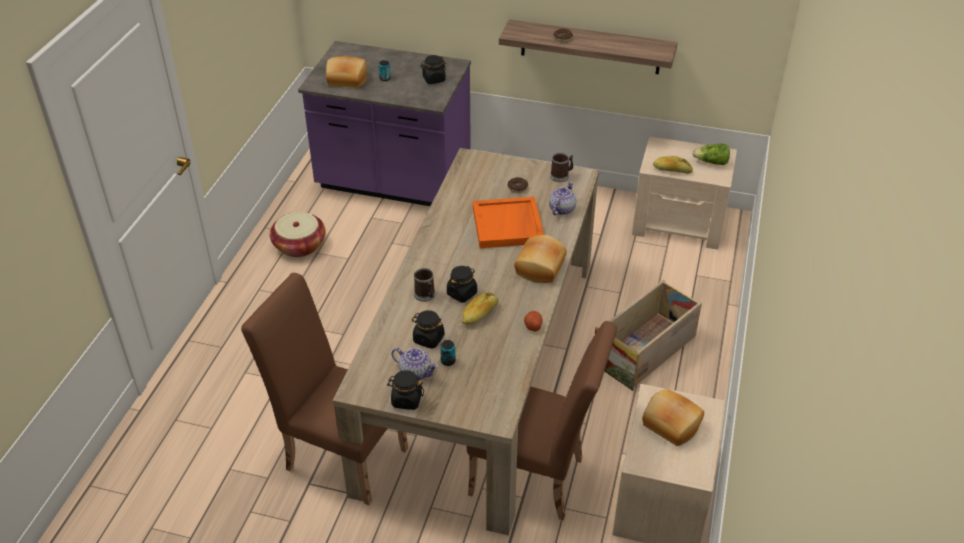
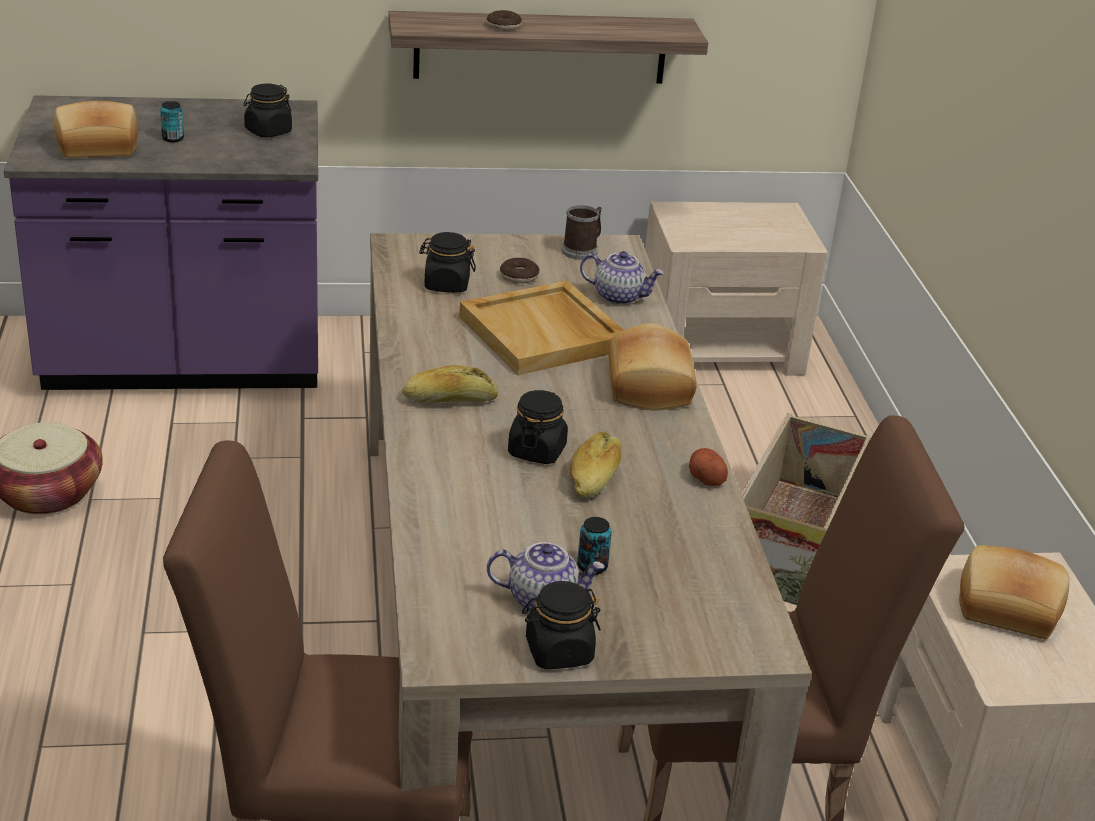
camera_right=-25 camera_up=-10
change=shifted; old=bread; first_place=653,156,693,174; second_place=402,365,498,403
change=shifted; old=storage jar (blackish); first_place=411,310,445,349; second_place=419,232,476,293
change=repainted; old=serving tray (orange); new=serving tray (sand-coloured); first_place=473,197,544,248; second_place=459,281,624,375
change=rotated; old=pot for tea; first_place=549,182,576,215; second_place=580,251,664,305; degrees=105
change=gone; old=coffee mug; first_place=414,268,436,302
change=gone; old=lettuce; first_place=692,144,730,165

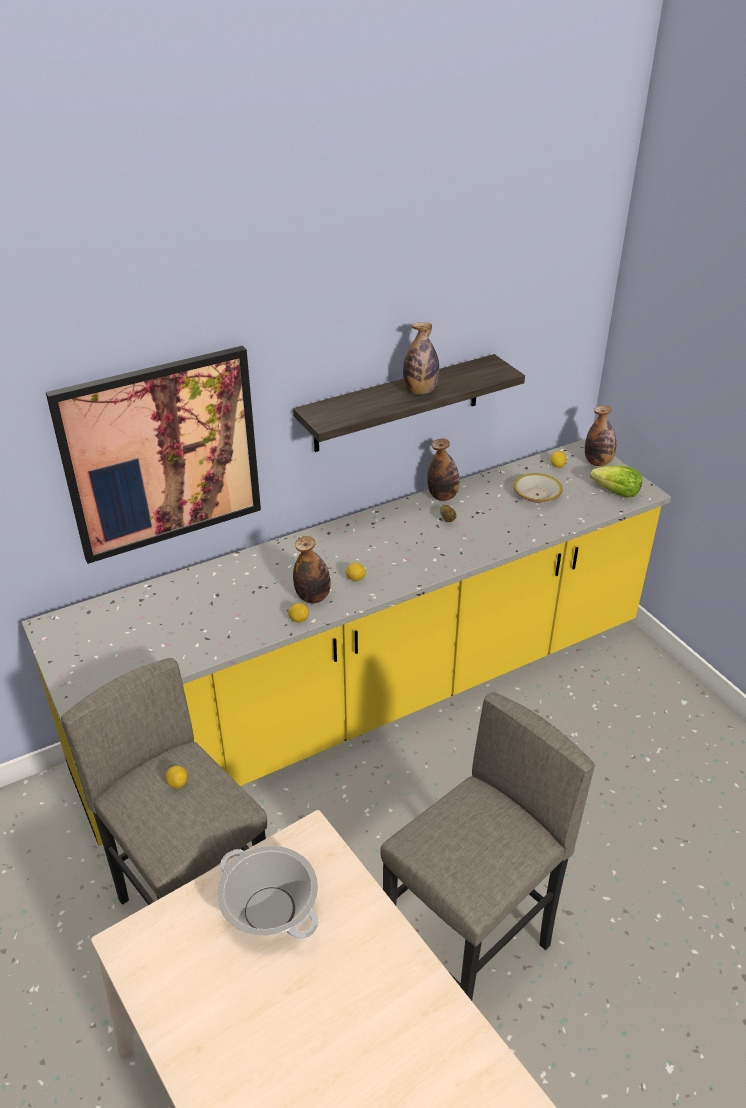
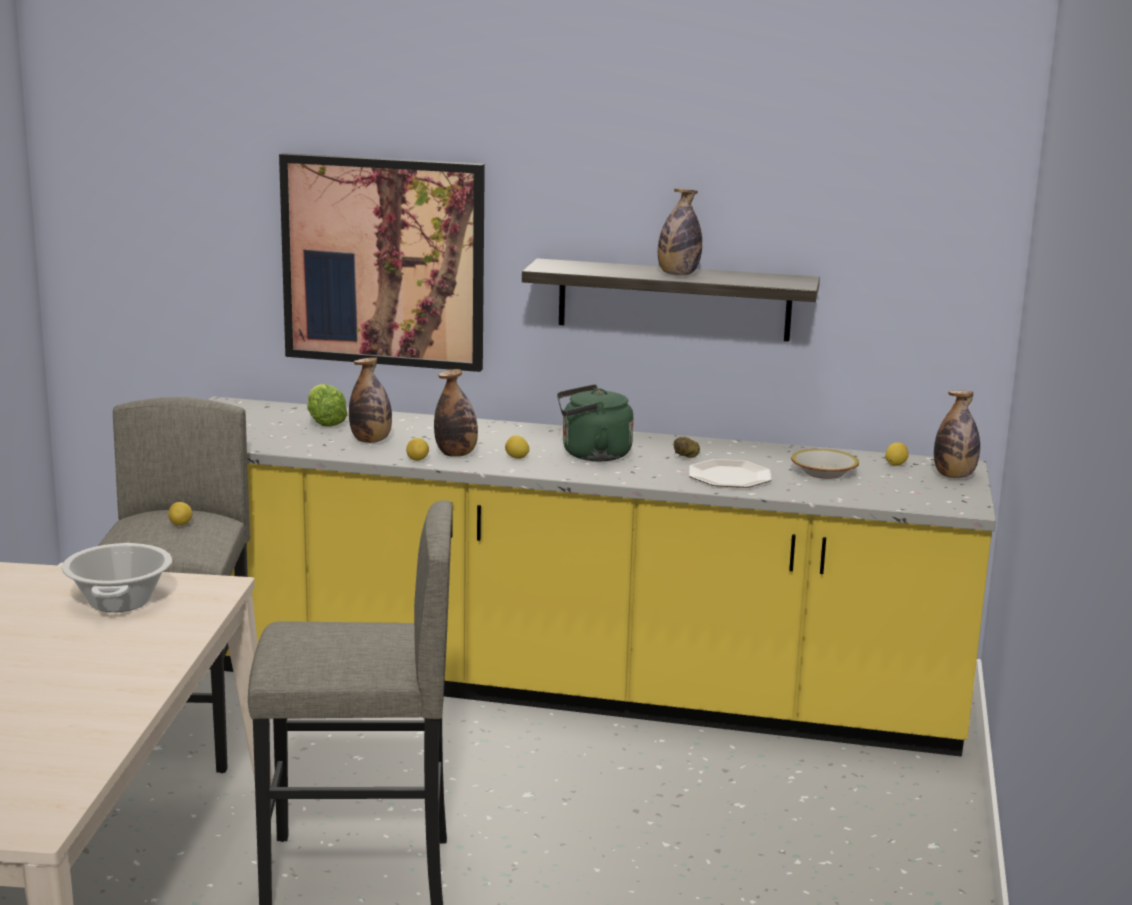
camera_right=40 camera_up=-20
change=shifted; old=lettuce; first_place=590,465,642,497; second_place=307,384,348,427
change=shifted; old=drink bottle; first_place=427,439,460,501; second_place=349,357,392,443
change=new; new=kettle (green); second_place=557,384,634,461
change=new; new=dinner plate; second_place=689,459,772,488

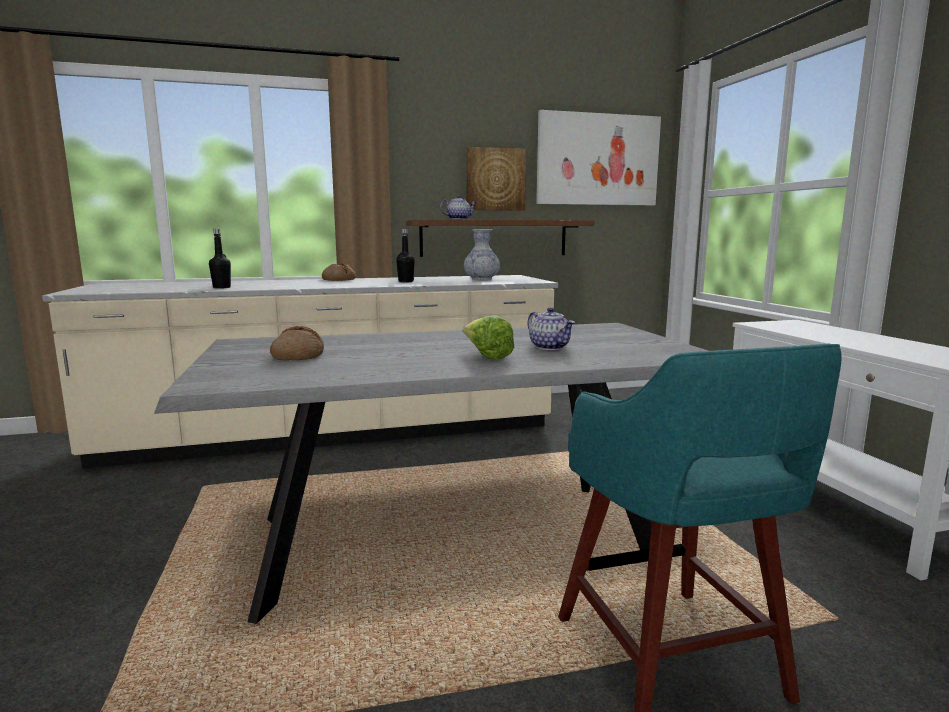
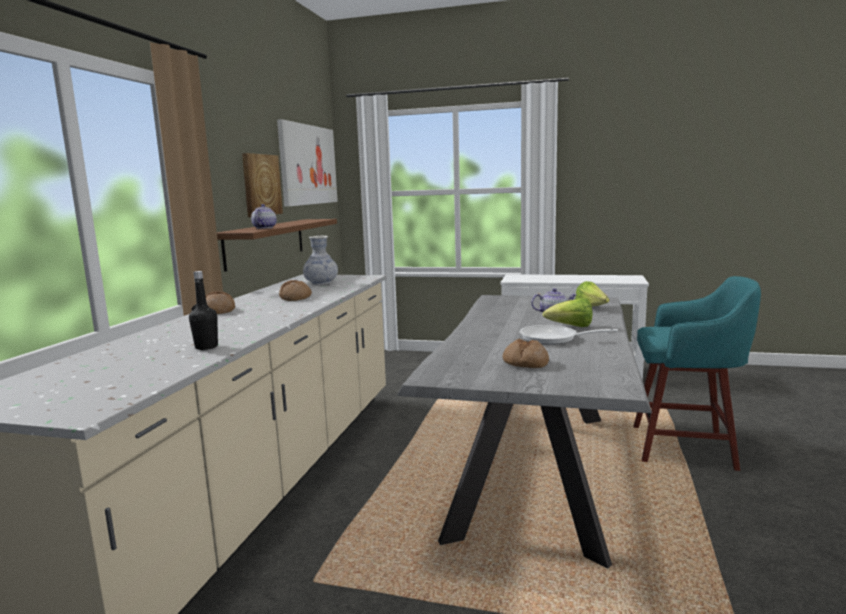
camera_right=-60 camera_up=0
change=swapped; old=drink bottle (blackish); new=bread; first_place=396,229,415,282; second_place=279,280,312,301
change=new; new=frying pan; second_place=520,325,618,345
change=new; new=lettuce; second_place=575,281,609,306

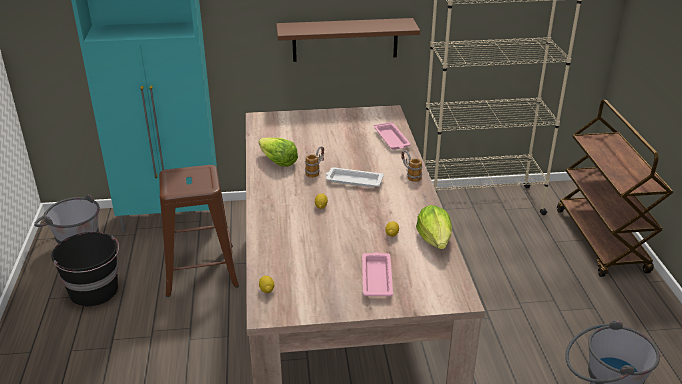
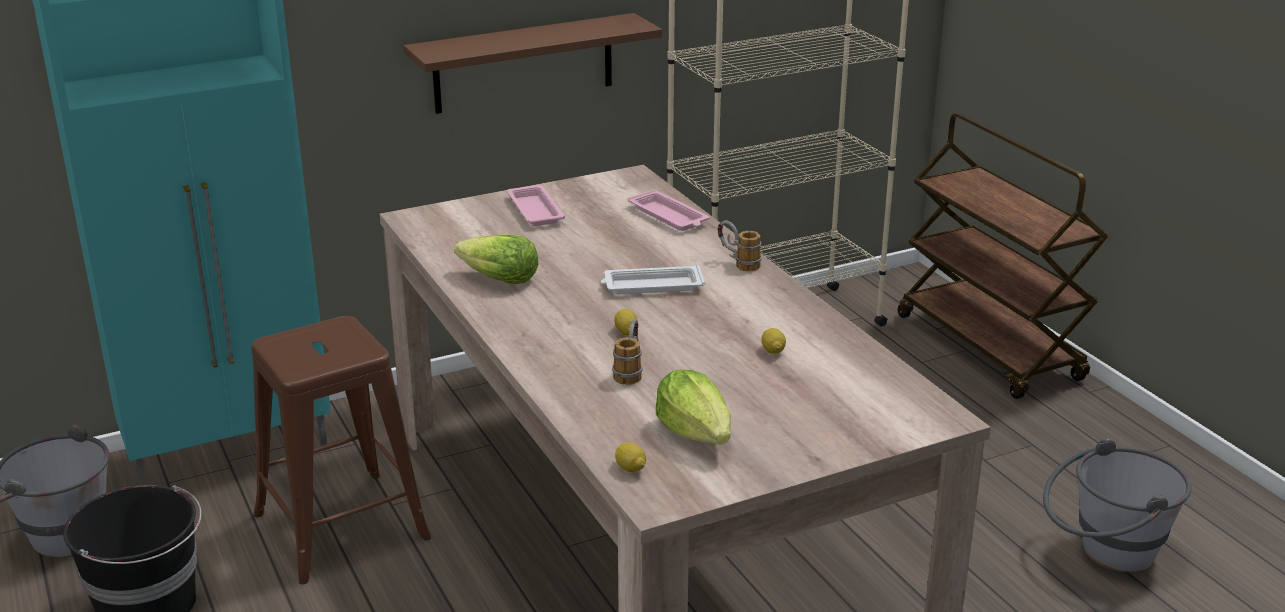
camera_right=-20 camera_up=-5
change=shifted; old=serving tray (pinkish); first_place=362,252,393,296; second_place=507,185,565,226
change=shifted; old=coffee mug; first_place=305,146,324,178; second_place=612,319,643,385
change=shifted; old=lettuce; first_place=416,205,452,249; second_place=656,370,731,444

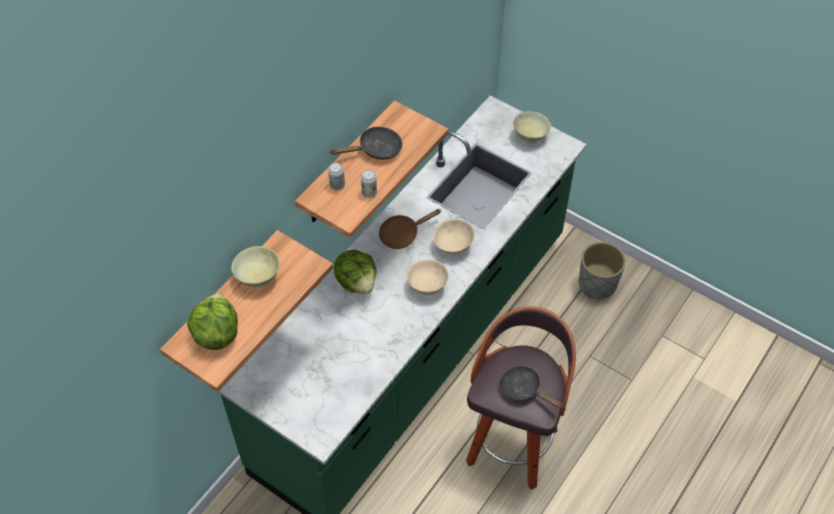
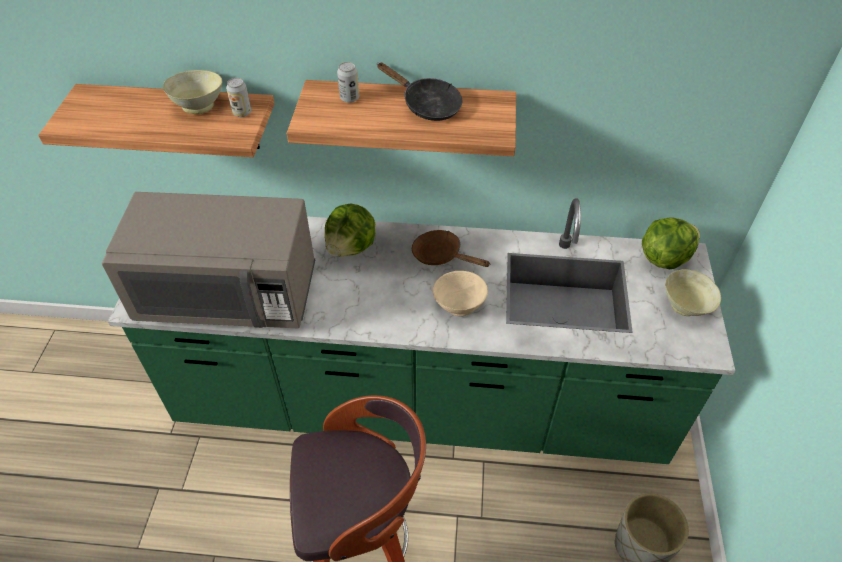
camera_right=60 camera_up=-5
change=new; new=kitchen microwave (greyish); second_place=102,192,315,329
change=shifted; old=metal can; first_place=361,170,377,198; second_place=226,78,251,117
change=shifted; old=lettuce; first_place=187,293,238,350; second_place=642,217,700,269
change=gone; old=serving bowl (sand-coloured); first_place=407,259,449,296
change=gone; old=frying pan (blackish); first_place=499,366,564,409

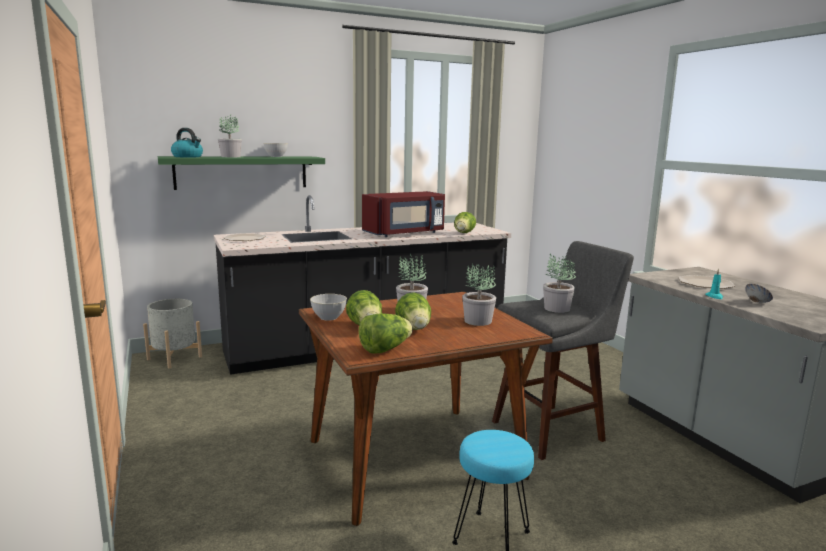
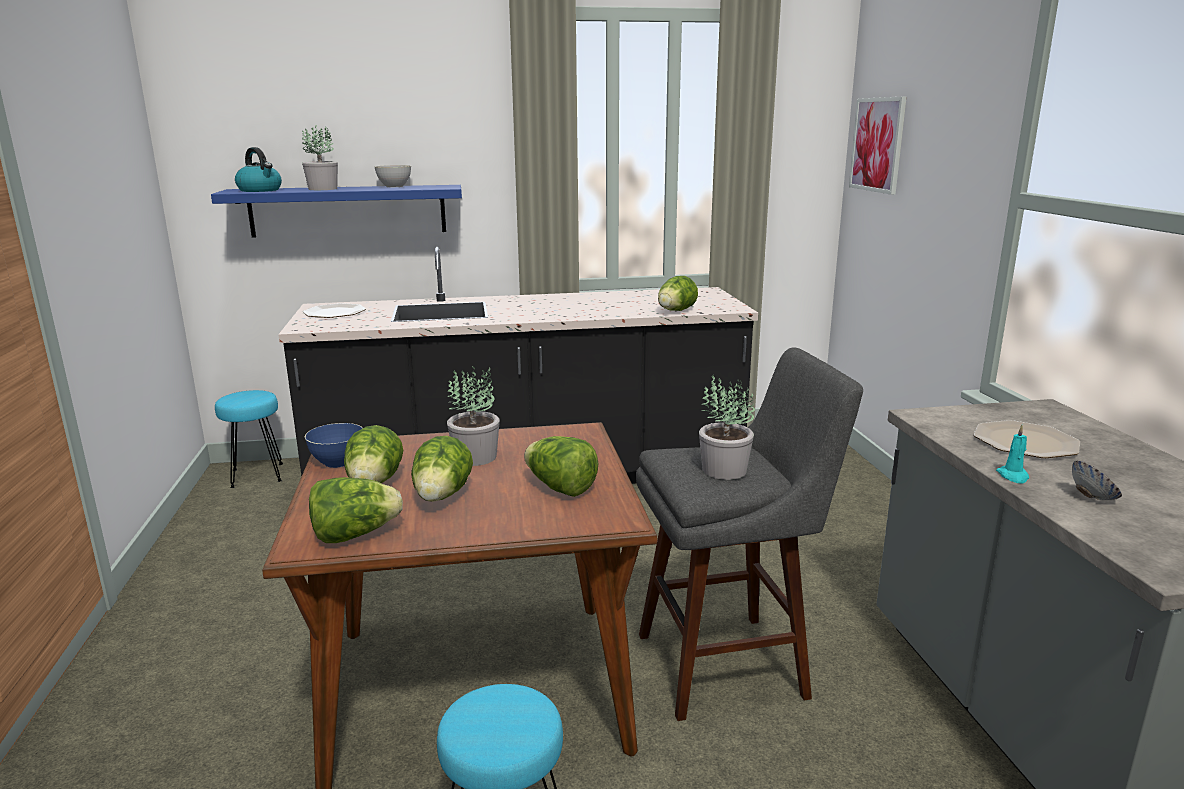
camera_right=15 camera_up=5
change=repainted; old=shelf (green); new=shelf (bluish); first_place=158,156,325,190; second_place=211,185,462,238
change=swapped; old=flower pot (greyish); new=stool (turquoise-coloured); first_place=143,299,202,369; second_place=215,390,283,488
change=repainted; old=serving bowl (greyish); new=serving bowl (bluish); first_place=310,294,347,321; second_place=305,423,363,468
change=swapped; old=plant in a pot; new=lettuce; first_place=462,264,496,326; second_place=524,436,599,497
change=new; new=wall picture; second_place=849,97,907,195
change=gone; old=kitchen microwave (red); first_place=362,191,445,237

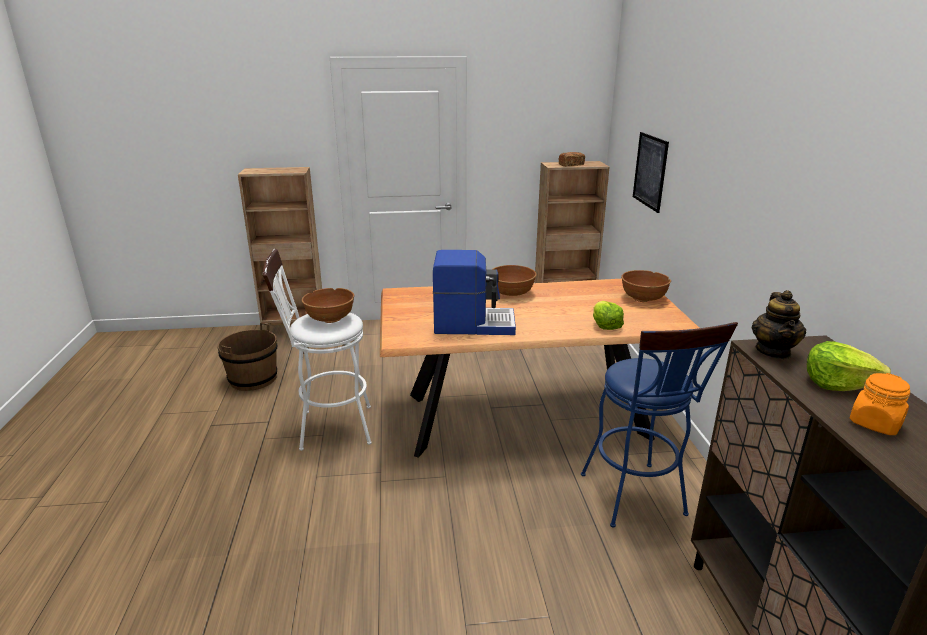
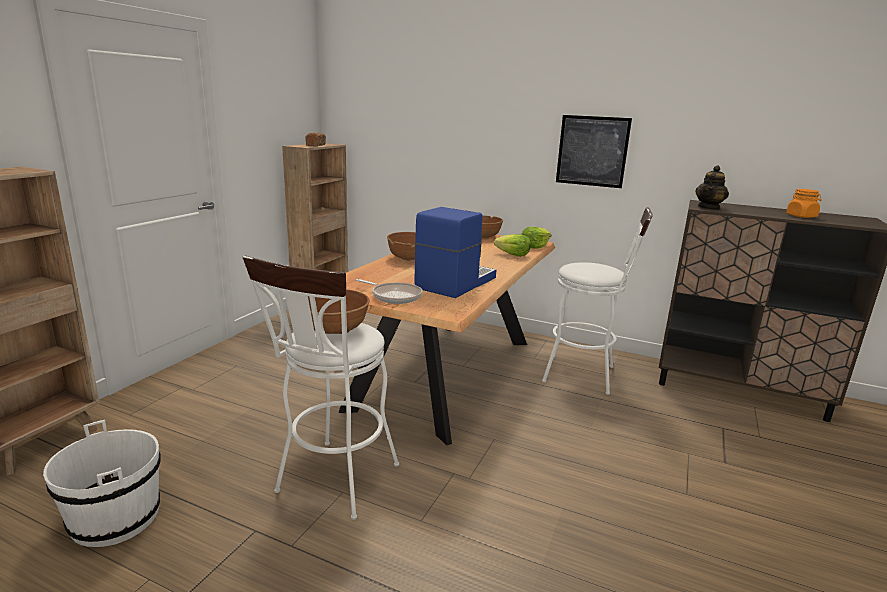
camera_right=-60 camera_up=-5
change=repainted; old=bucket (brownish); new=bucket (white); first_place=217,323,277,391; second_place=43,420,160,547
change=new; new=frying pan; second_place=356,279,423,304
change=shifted; old=lettuce; first_place=807,341,891,391; second_place=521,227,551,249
change=repainted; old=stool (bluish); new=stool (white); first_place=581,322,738,527; second_place=542,207,653,395
change=shifted; old=wall picture; first_place=633,132,669,213; second_place=556,115,632,188
change=rotated; old=pot for tea; first_place=751,290,806,359; second_place=695,165,729,210; degrees=90

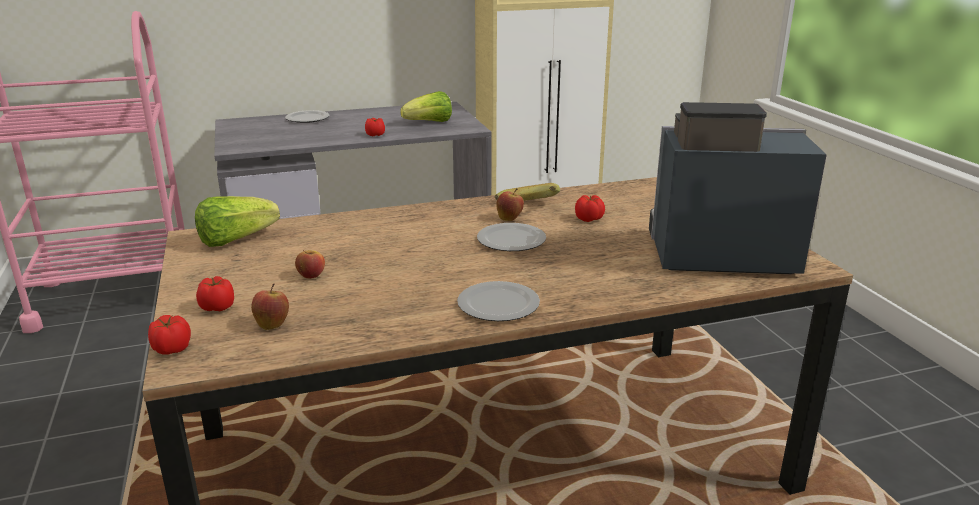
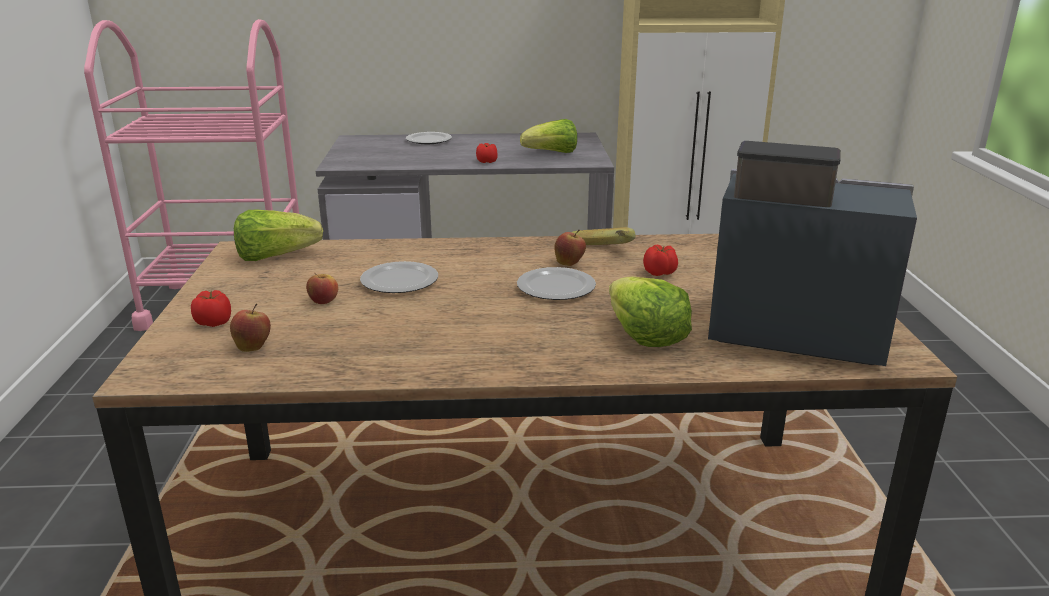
camera_right=15 camera_up=0
change=shifted; old=dinner plate; first_place=457,281,540,321; second_place=360,261,438,293
change=new; new=lettuce; second_place=609,276,692,347
change=gone; old=tomato; first_place=148,315,191,355

